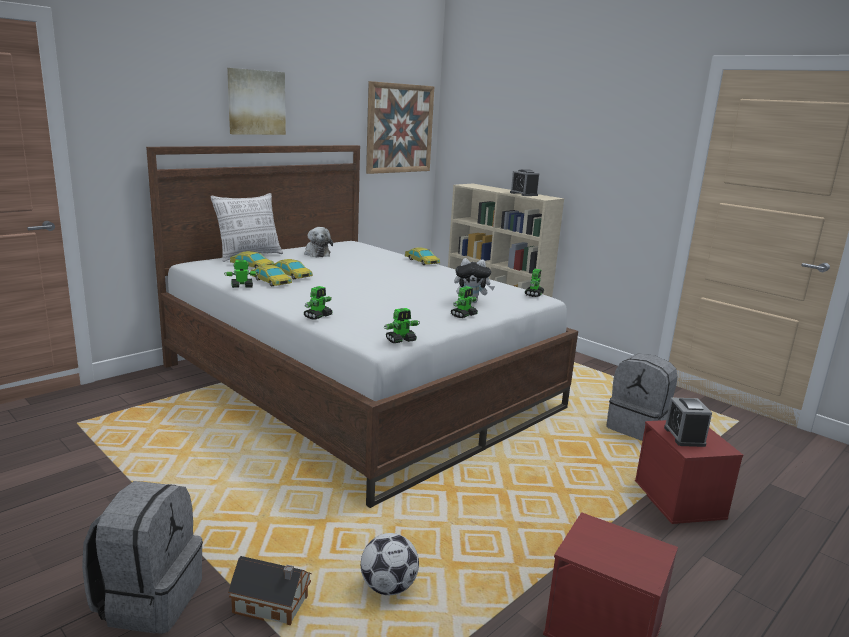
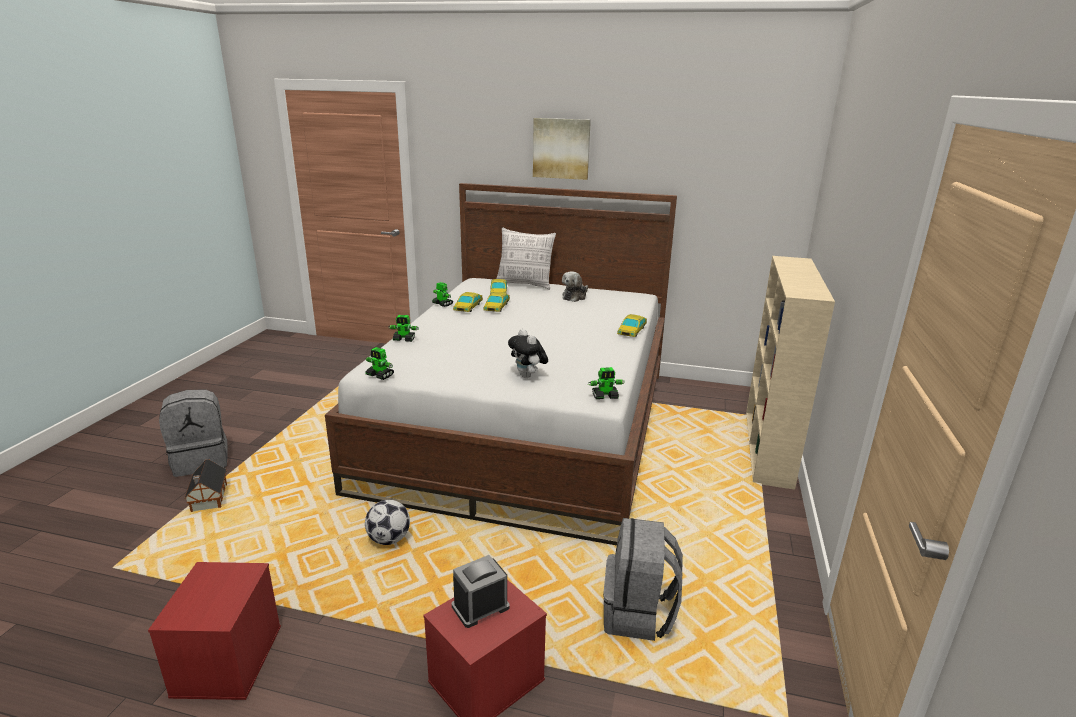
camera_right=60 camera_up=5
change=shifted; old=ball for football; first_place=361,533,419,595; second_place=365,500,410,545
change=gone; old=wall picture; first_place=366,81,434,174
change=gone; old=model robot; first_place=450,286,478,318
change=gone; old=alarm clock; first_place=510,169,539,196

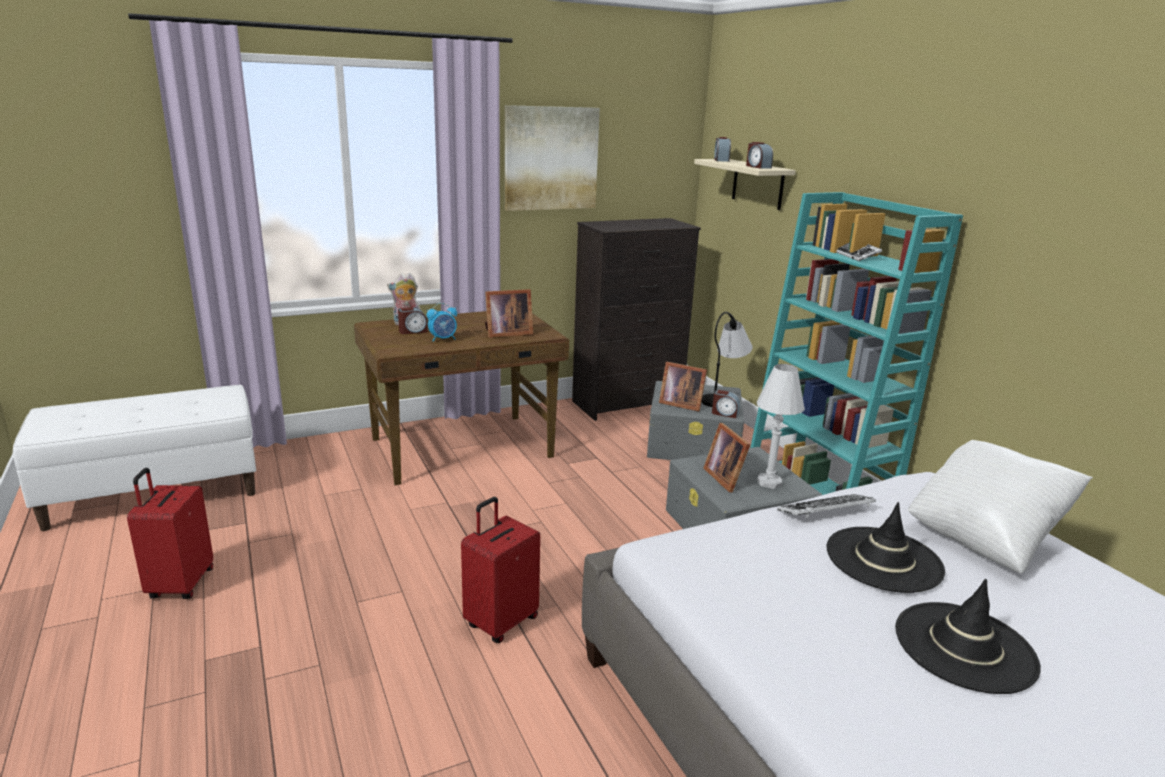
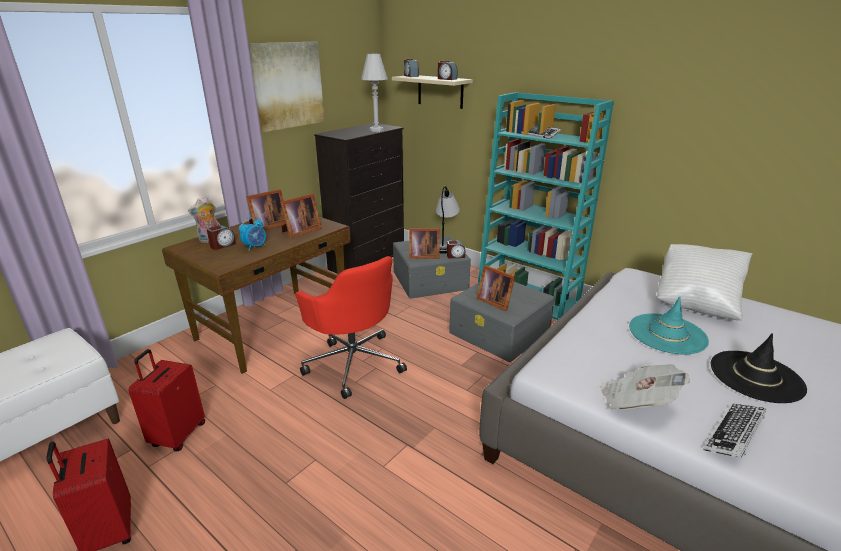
camera_right=-25 camera_up=5
change=shifted; old=travel case (red); first_place=461,497,540,643; second_place=128,349,205,451
change=new; new=photo frame; second_place=246,189,286,230
change=new; new=computer chair (red); second_place=295,256,407,399
change=shifted; old=tabletop lamp (white); first_place=757,364,805,489; second_place=361,54,388,132
change=new; new=printed paper; second_place=600,364,690,410
change=repainted; old=clothing hat (blackish); new=clothing hat (turquoise-coloured); first_place=827,502,945,593; second_place=629,297,709,354
change=shifted; old=keyboard; first_place=777,494,876,518; second_place=703,404,766,458

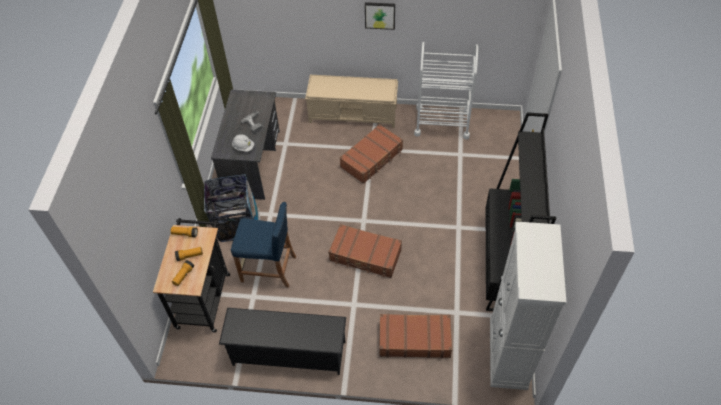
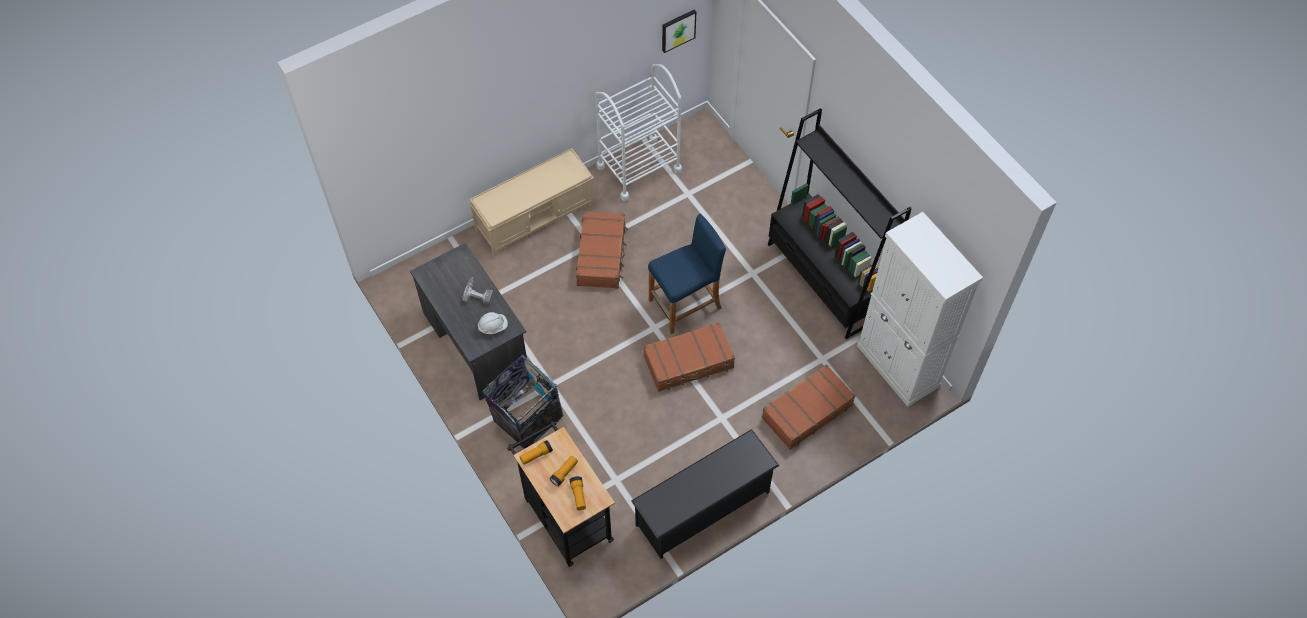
camera_right=-40 camera_up=5
change=shifted; old=stool (bluish); first_place=230,202,296,288; second_place=648,214,726,334
change=shifted; old=wall picture; first_place=365,2,395,30; second_place=662,10,696,53

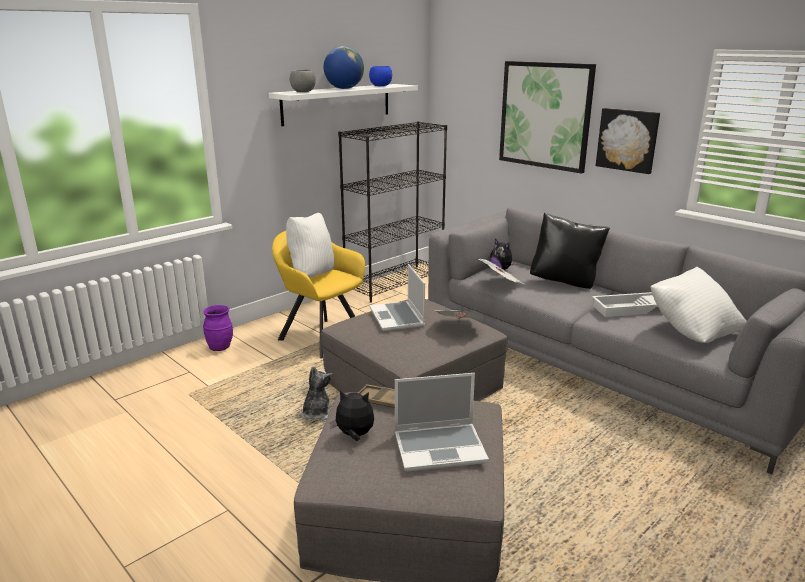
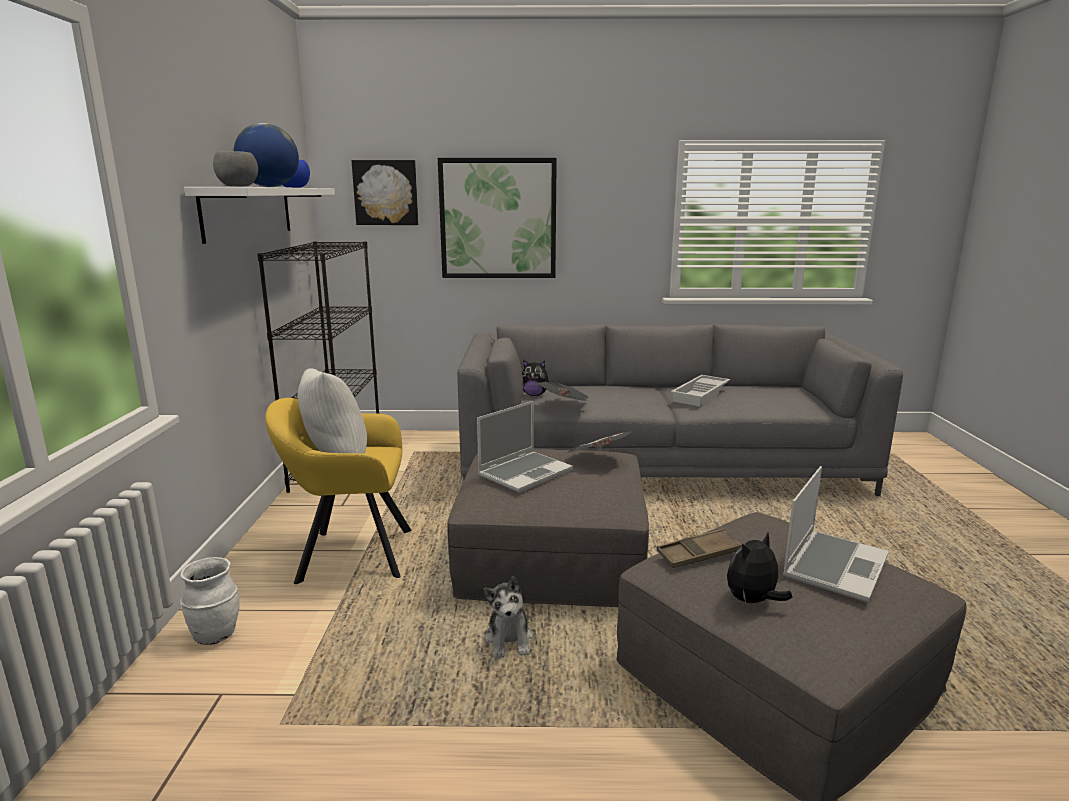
camera_right=-45 camera_up=-5
change=repainted; old=vase (purple); new=vase (white); first_place=203,305,233,351; second_place=180,557,239,645
change=shifted; old=wall picture; first_place=596,108,660,174; second_place=352,160,418,225
change=rotated; old=portable computer; first_place=370,264,425,331; second_place=477,401,573,493; degrees=-75
change=rotated; old=soft toy; first_place=301,366,333,421; second_place=484,576,533,658; degrees=-150
change=gone; old=pillow (blackish); first_place=530,212,610,289
change=gone; old=pillow (white); first_place=650,267,747,343

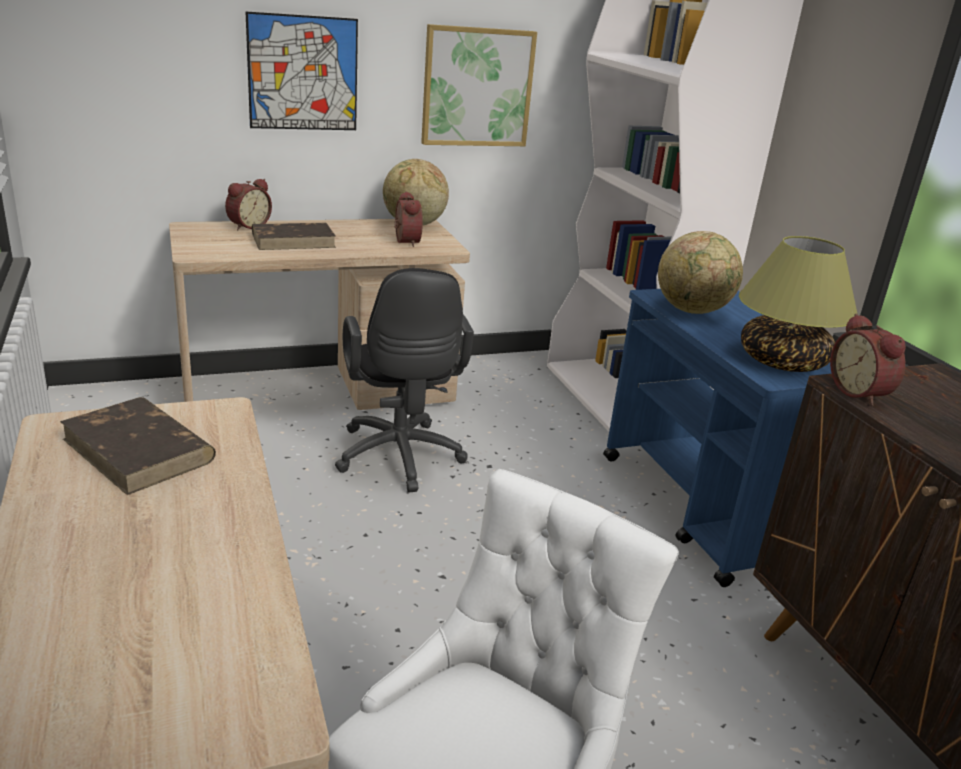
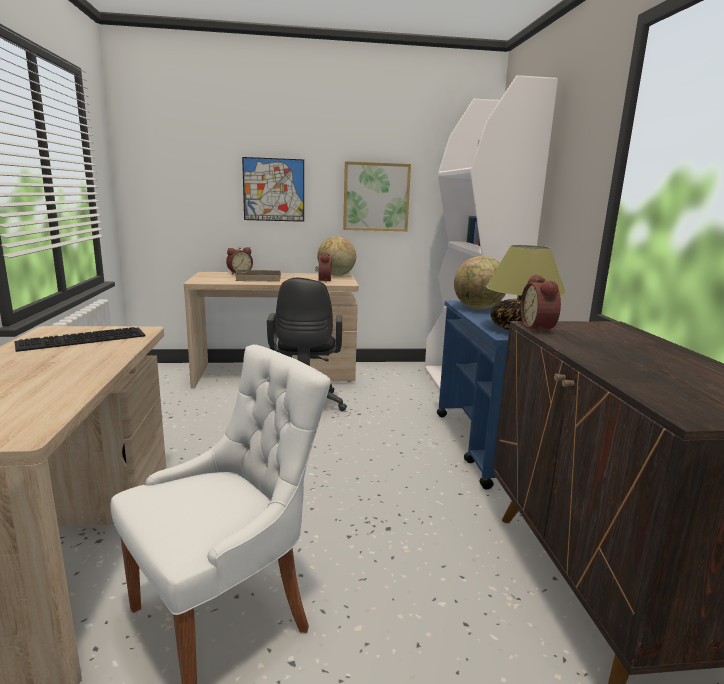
camera_right=15 camera_up=-10
change=swapped; old=bound book (brownish); new=keyboard; first_place=60,397,216,495; second_place=14,327,146,352

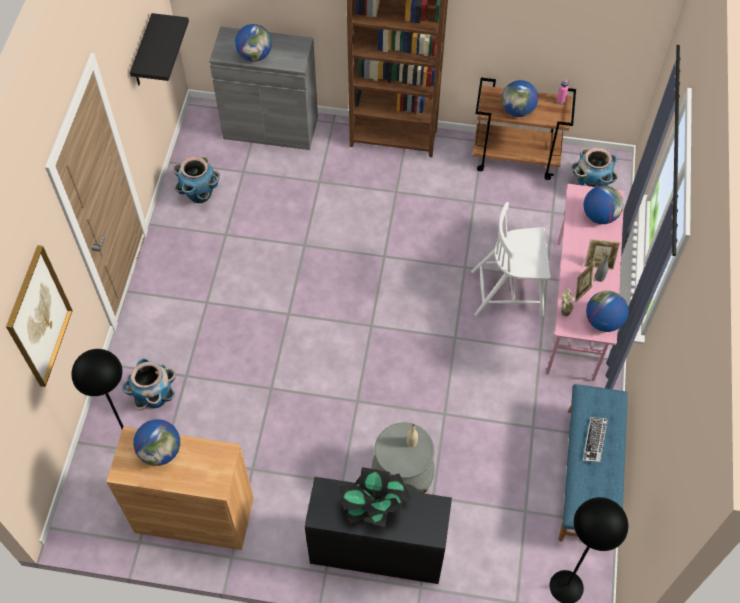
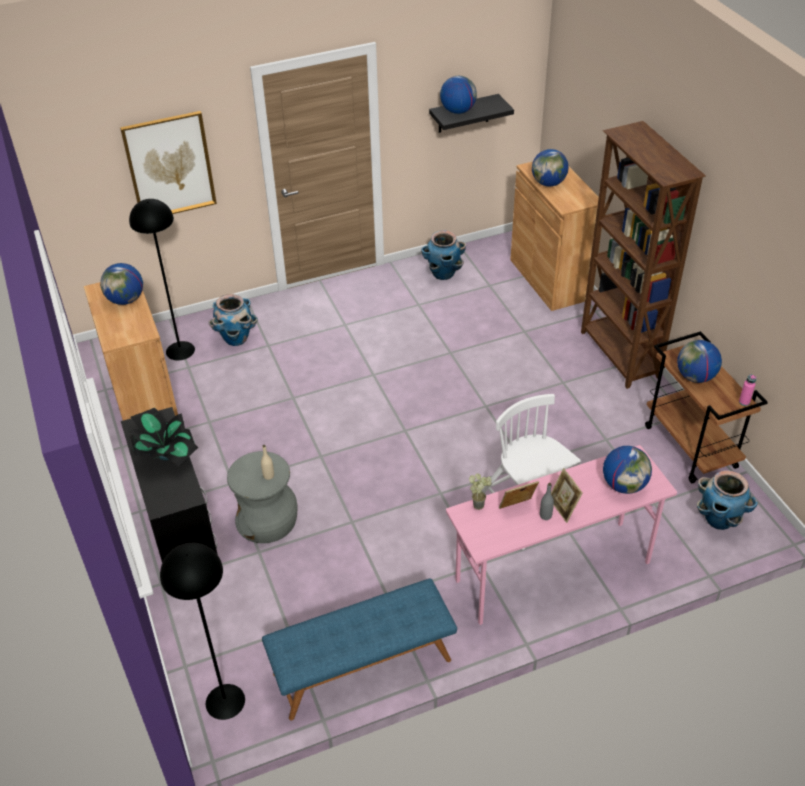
camera_right=60 camera_up=-15
change=shifted; old=world globe; first_place=586,291,629,332; second_place=440,76,477,114
change=repainted; old=cabinet (greyish); new=cabinet (brownish); first_place=209,26,318,150; second_place=510,161,605,311
change=gone; old=keyboard; first_place=583,417,608,463

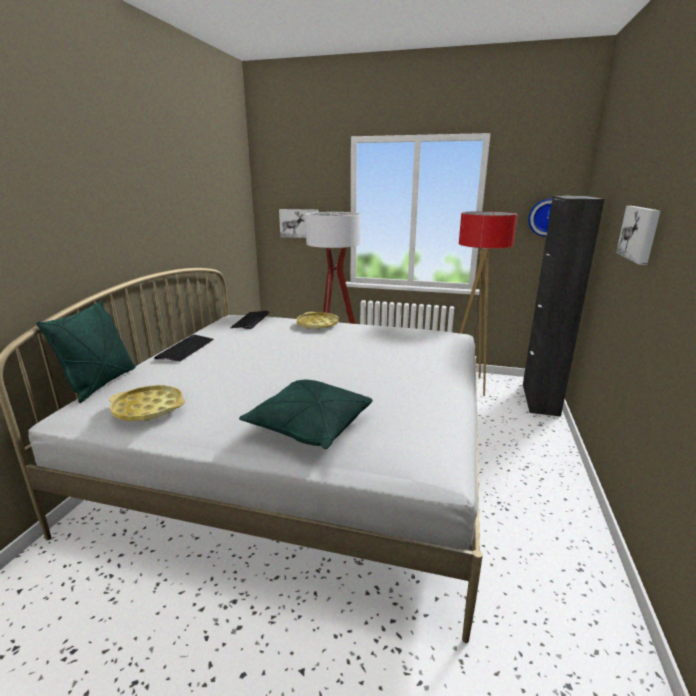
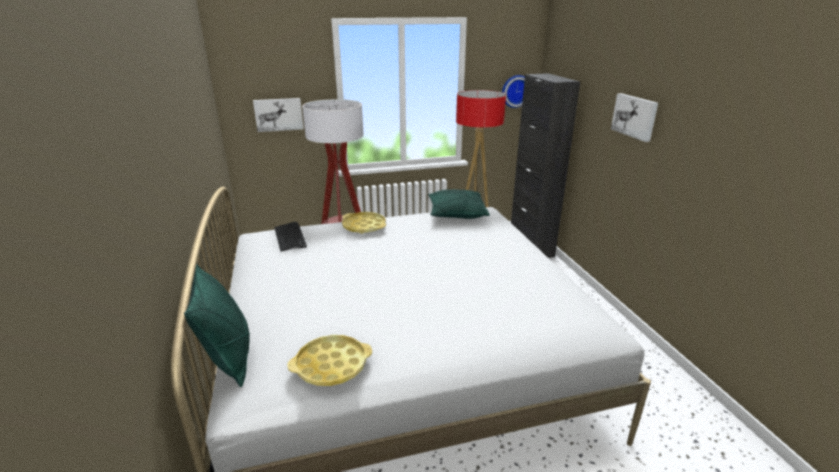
camera_right=-30 camera_up=5
change=shifted; old=pillow (green); first_place=239,380,373,449; second_place=428,189,490,219
change=gone; old=keyboard; first_place=154,334,214,362

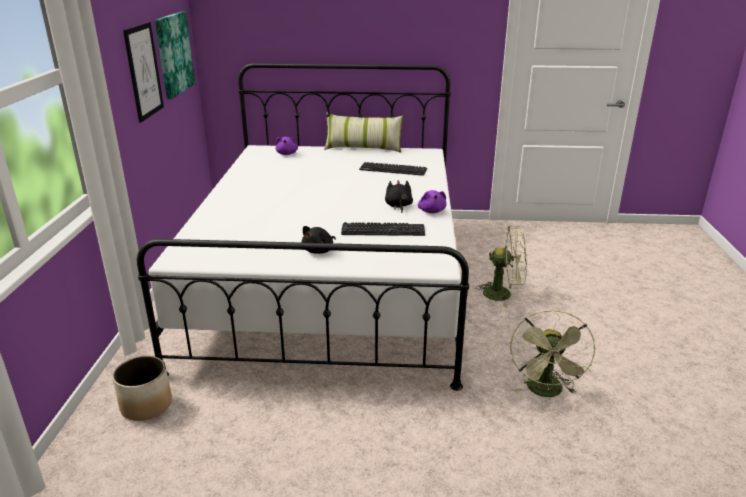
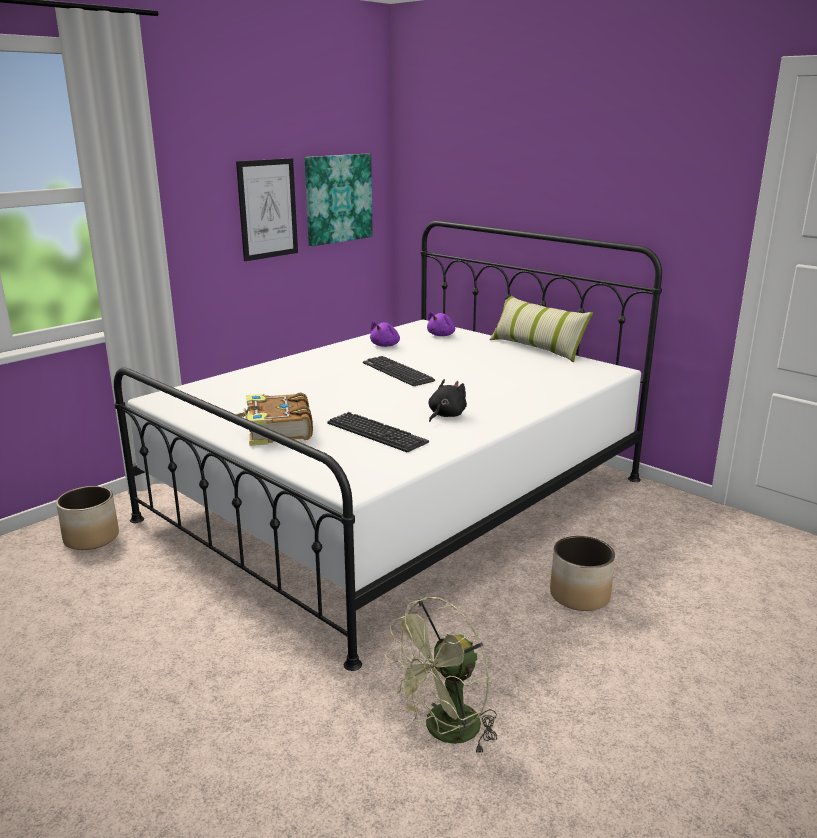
camera_right=40 camera_up=-5
change=swapped; old=soft toy (blackish); new=bound book; first_place=301,226,336,254; second_place=236,392,313,446
change=shifted; old=keyboard; first_place=359,162,427,176; second_place=363,356,435,386
change=shifted; old=soft toy (purple); first_place=418,190,446,213; second_place=370,321,400,347
change=swapped; old=cooling fan (green); new=flower pot; first_place=475,226,527,308; second_place=550,536,615,611

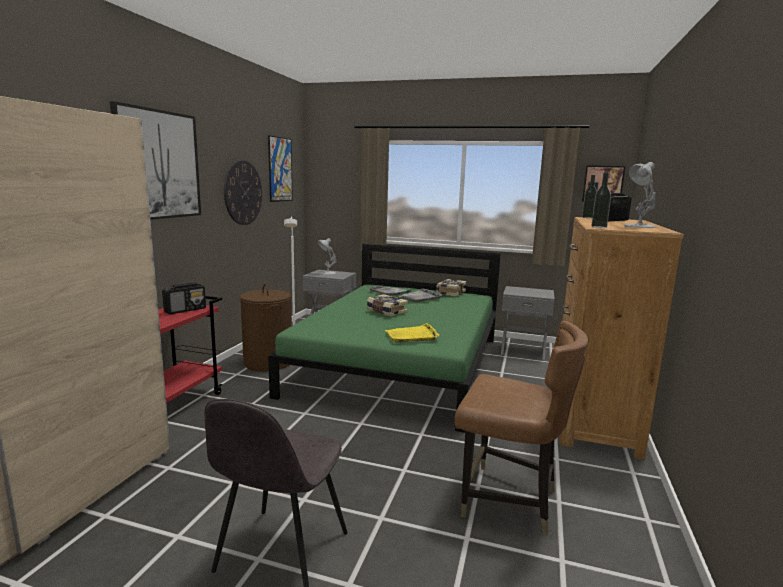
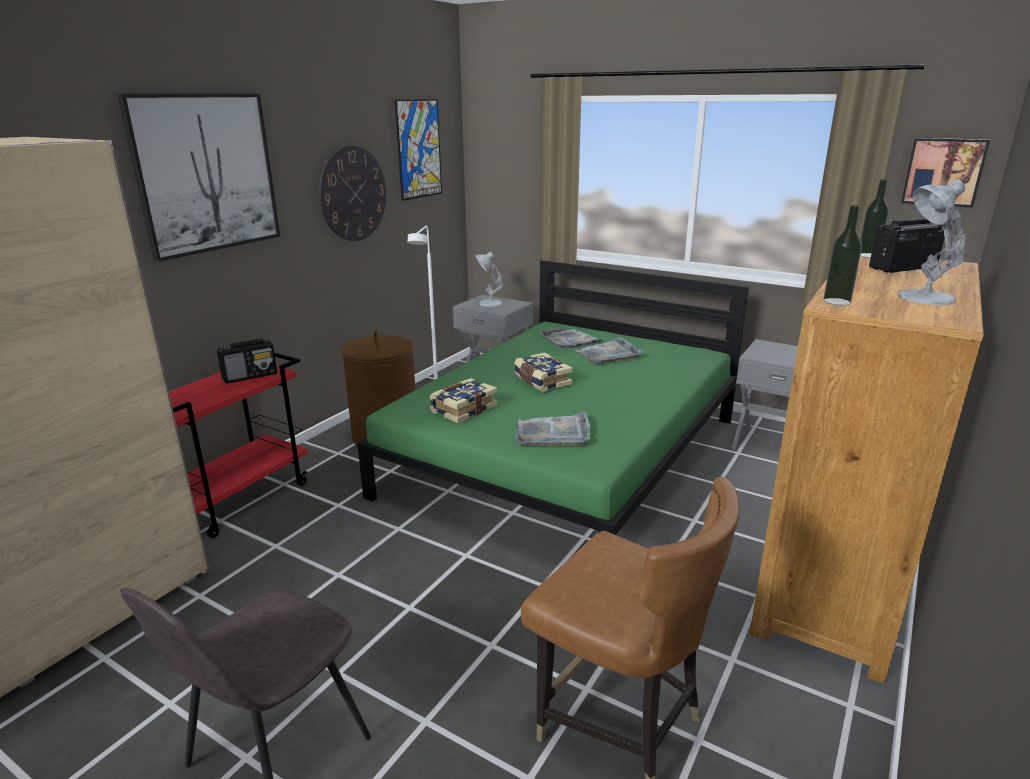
camera_right=15 camera_up=10
change=shifted; old=bound book; first_place=436,279,466,297; second_place=429,378,498,423
change=repainted; old=serving tray (yellow); new=serving tray (greyish); first_place=385,323,439,343; second_place=516,412,590,446

